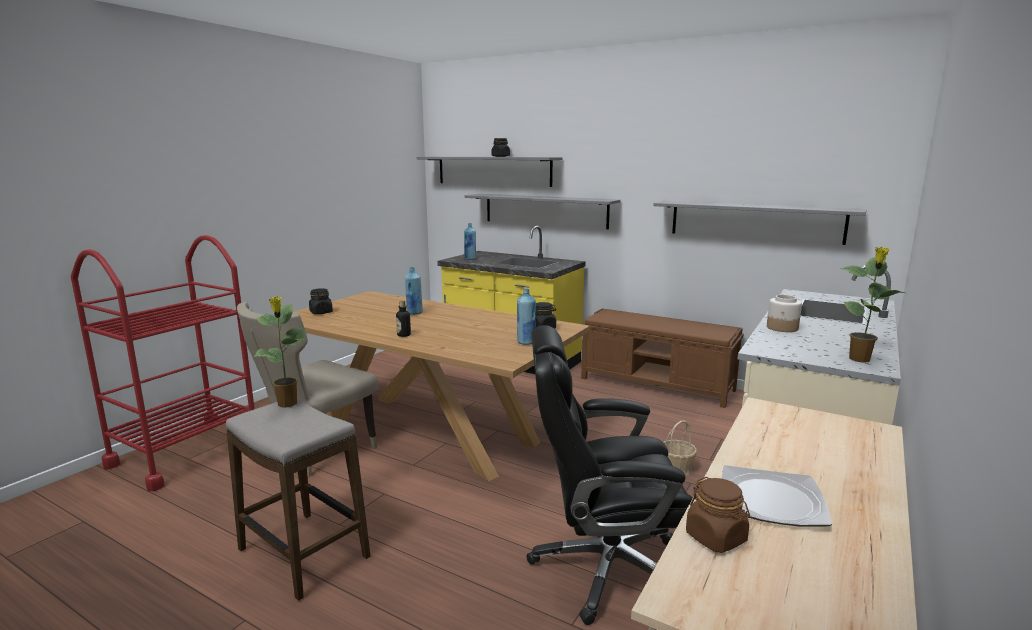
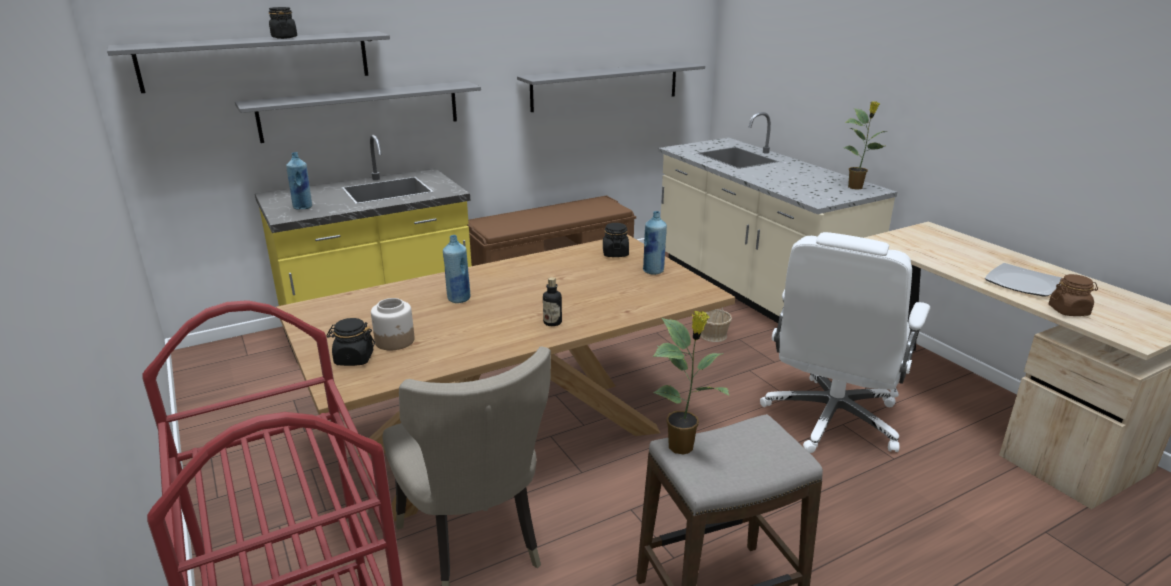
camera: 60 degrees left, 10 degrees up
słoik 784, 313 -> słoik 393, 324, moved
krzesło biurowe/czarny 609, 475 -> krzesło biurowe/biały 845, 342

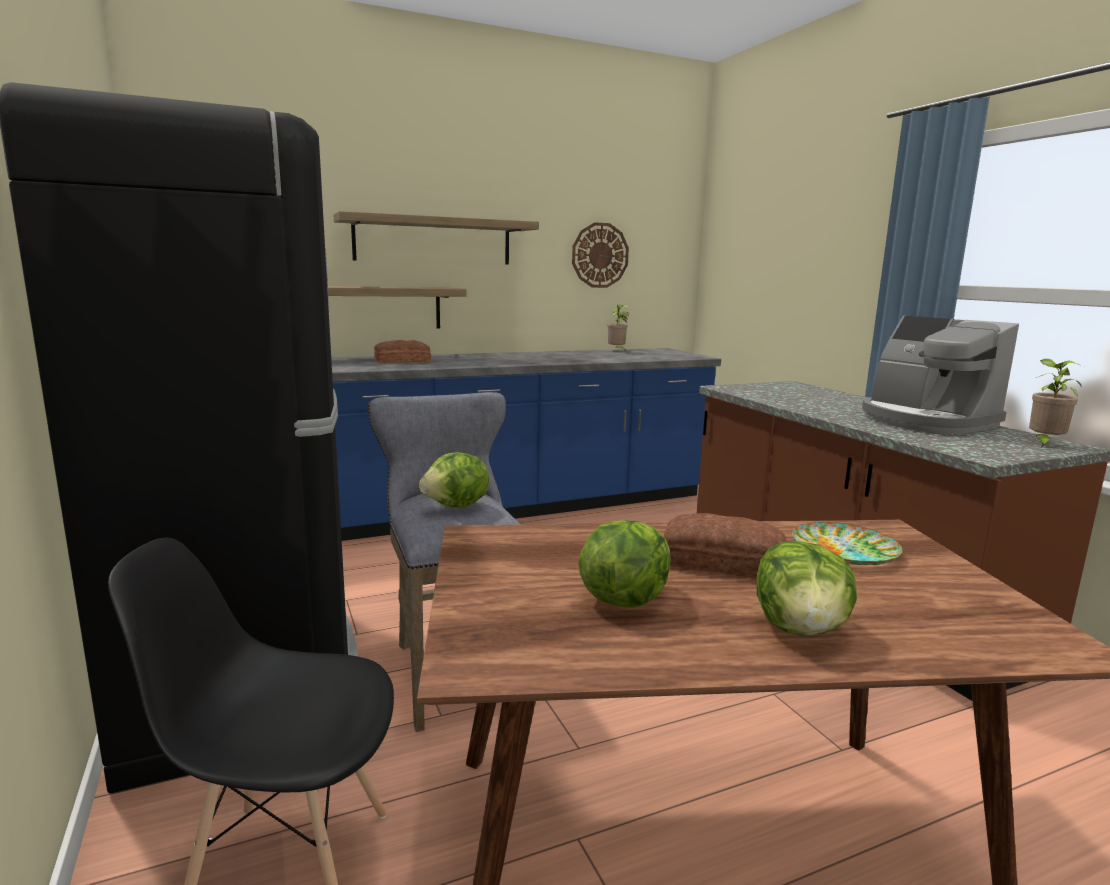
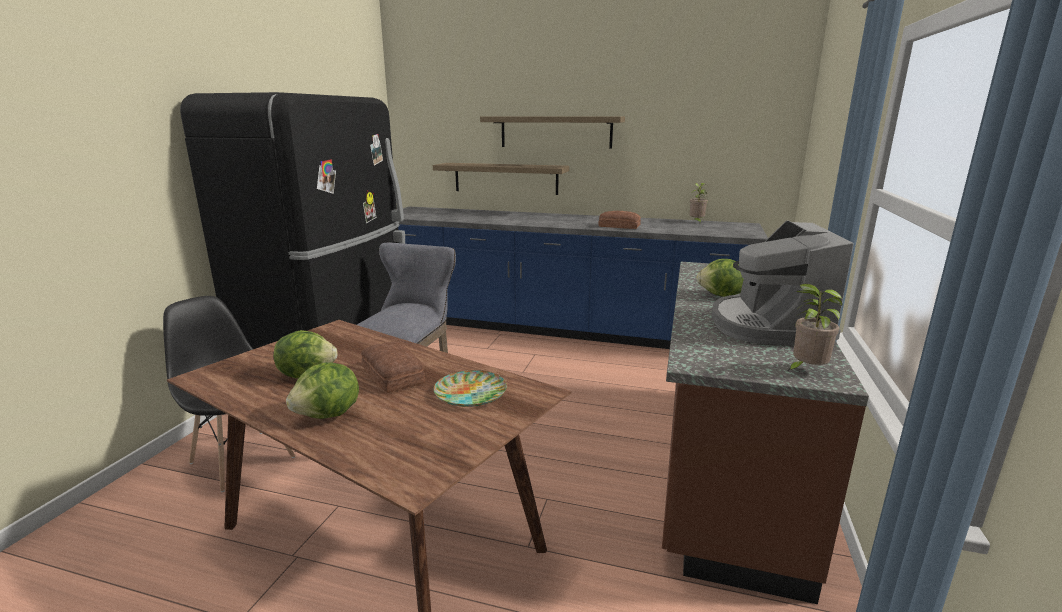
camera: 40 degrees right, 5 degrees up
zegar ścienny 600, 255 -> none
chleb 402, 351 -> chleb 619, 220, moved
sałata 454, 479 -> sałata 720, 278, moved

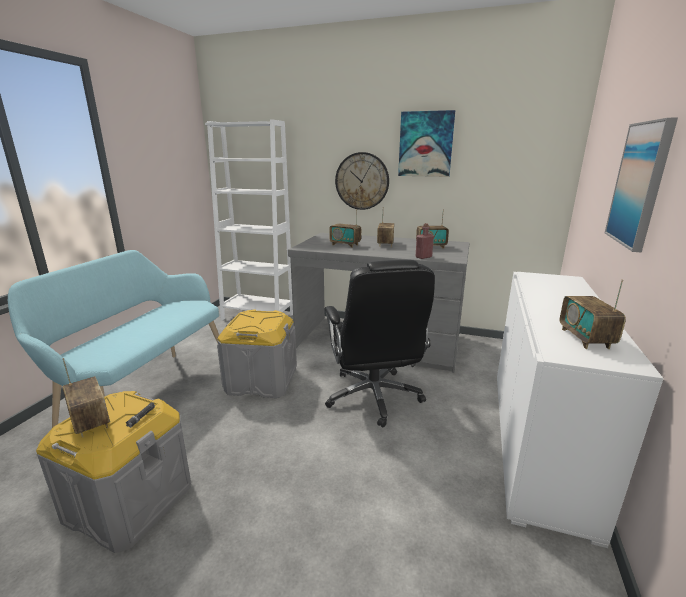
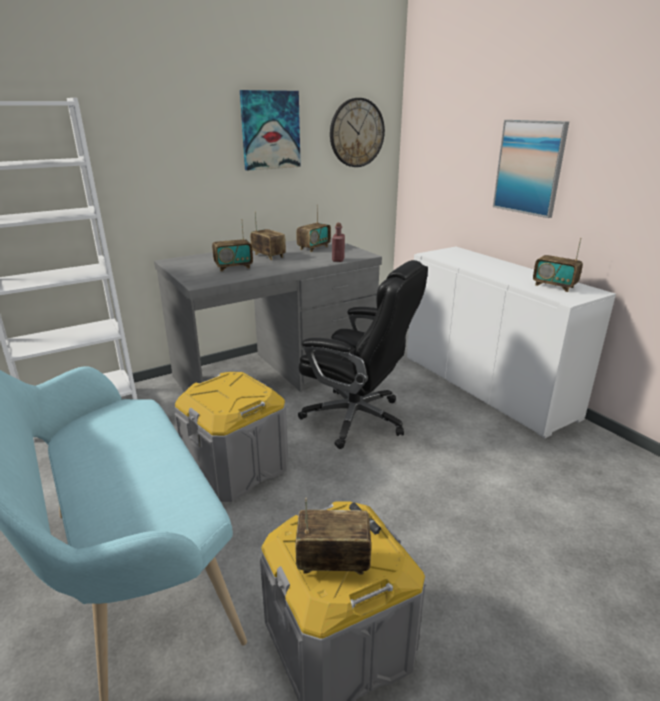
camera: 50 degrees left, 5 degrees up
zegar ścienny 362, 181 -> zegar ścienny 357, 132, moved

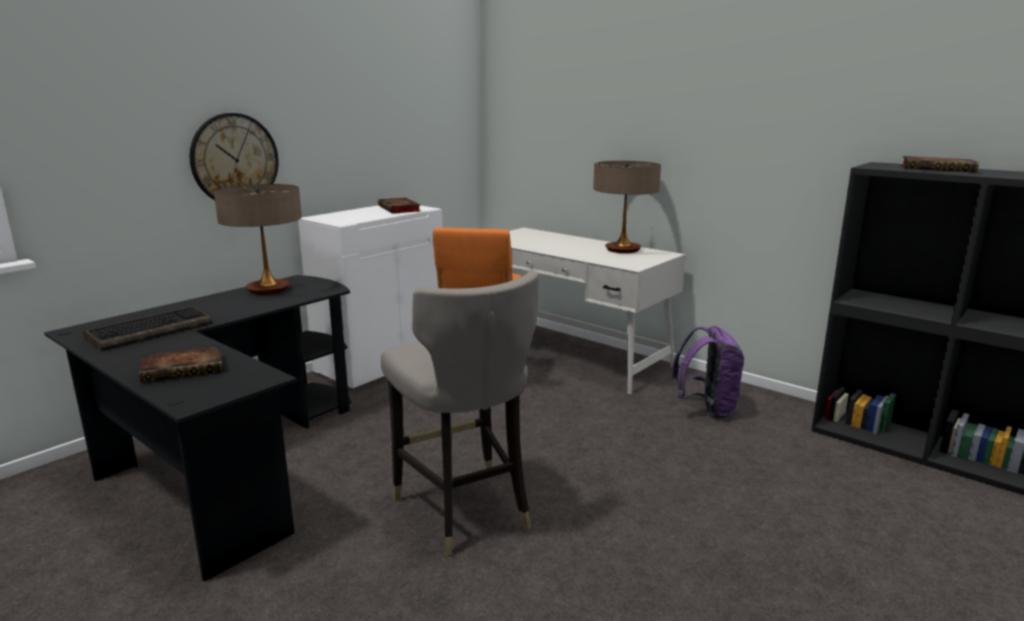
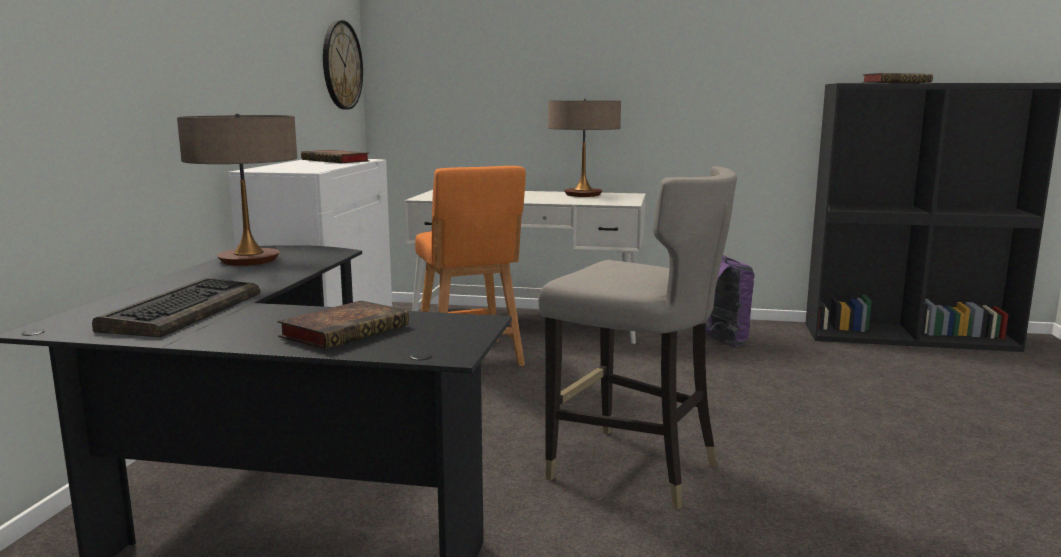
camera: 30 degrees left, 5 degrees down
zegar ścienny 234, 156 -> zegar ścienny 343, 65, moved

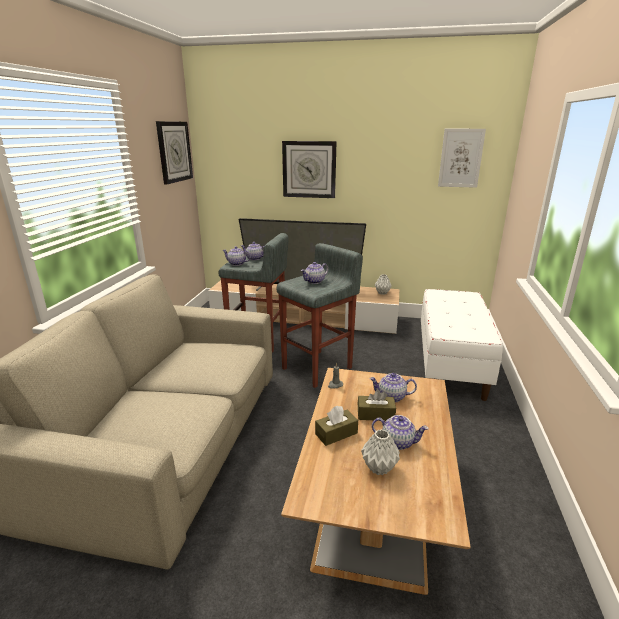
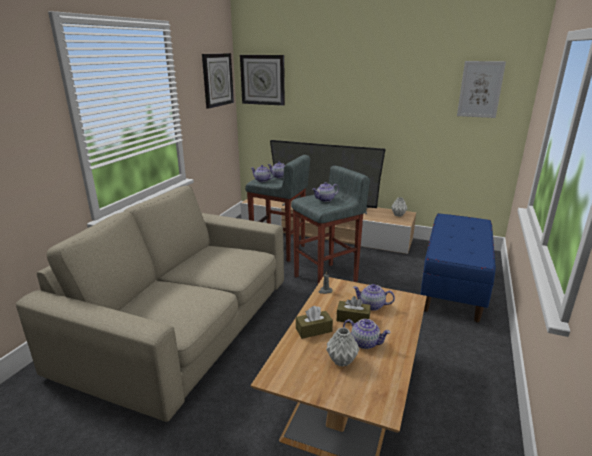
camera: 10 degrees right, 0 degrees up
zegar ścienny 309, 169 -> zegar ścienny 262, 80, moved
ławka/biały 462, 345 -> ławka/niebieski 458, 267

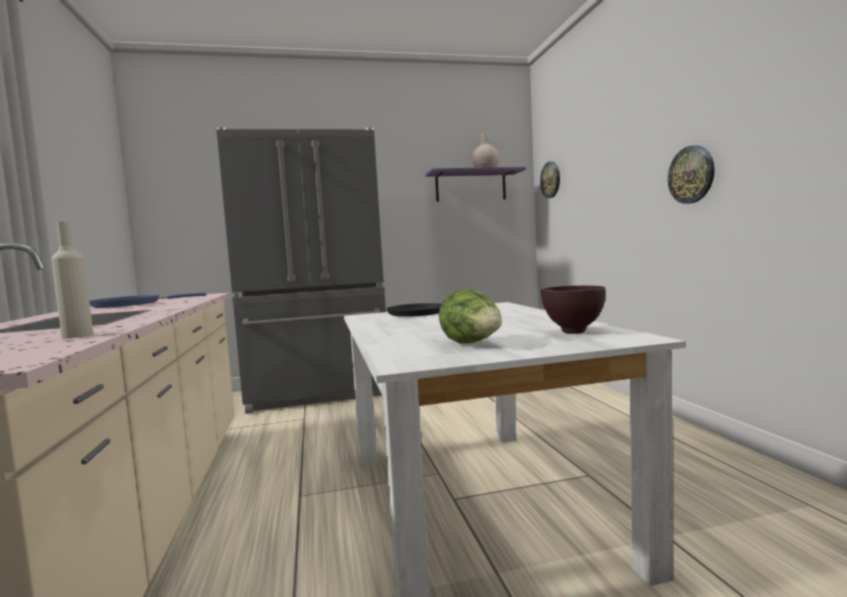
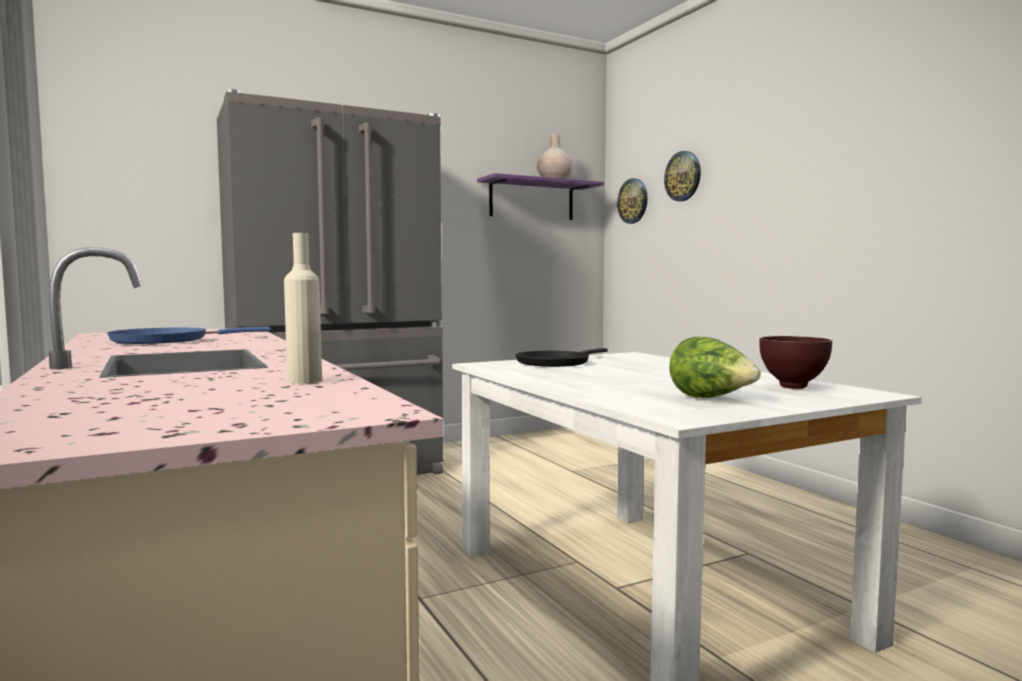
camera: 15 degrees left, 0 degrees up
zegar ścienny 691, 175 -> zegar ścienny 682, 176, moved

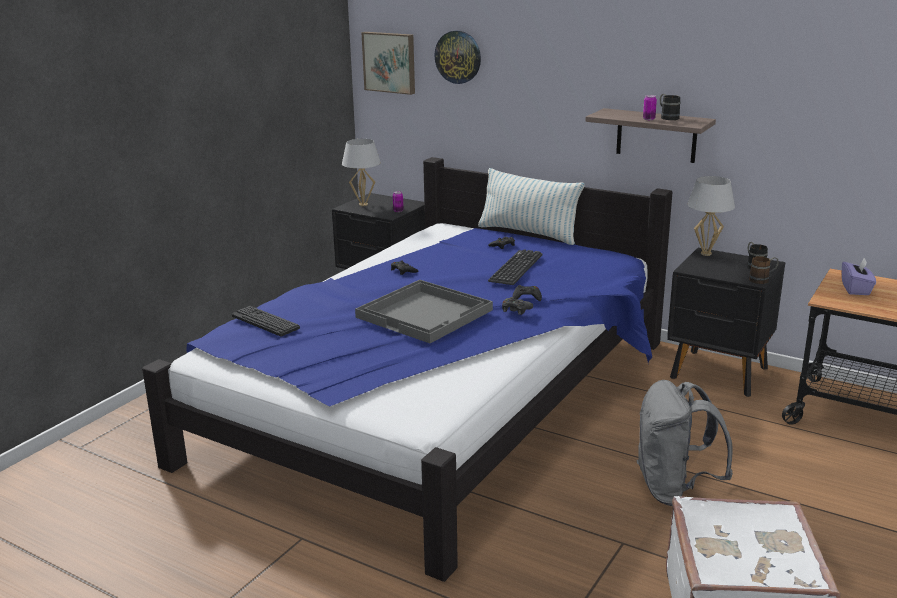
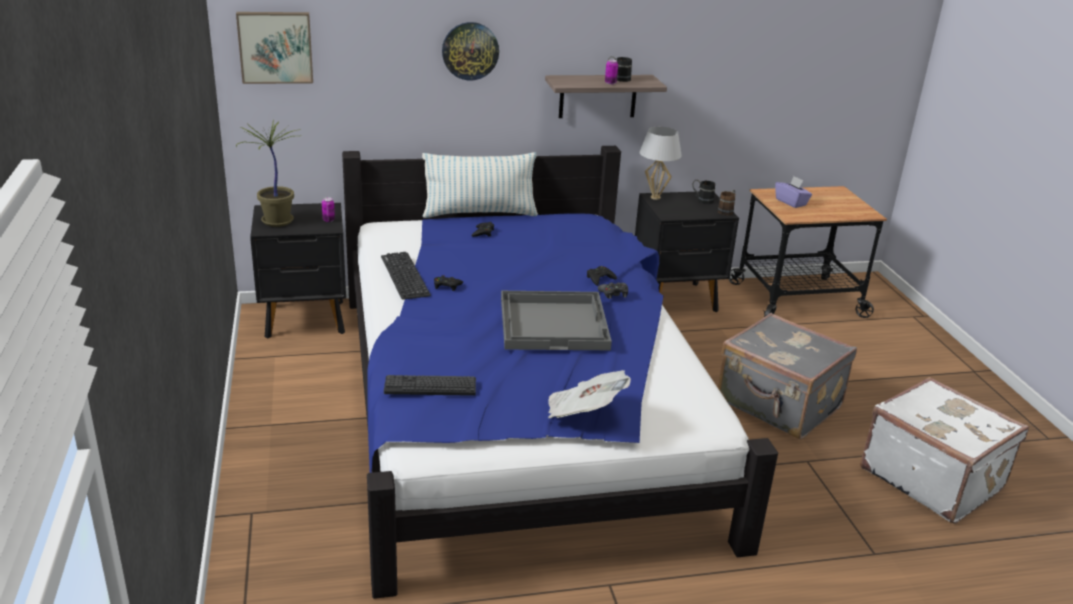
camera: 45 degrees left, 5 degrees up
none -> gazeta 589, 394
zegar ścienny 457, 57 -> zegar ścienny 470, 51, moved
klawiatura 515, 267 -> klawiatura 406, 276, moved
lampa stołowa/biały 361, 172 -> roślina doniczkowa 268, 173
plecak/szary 685, 443 -> walizka/szary 787, 376

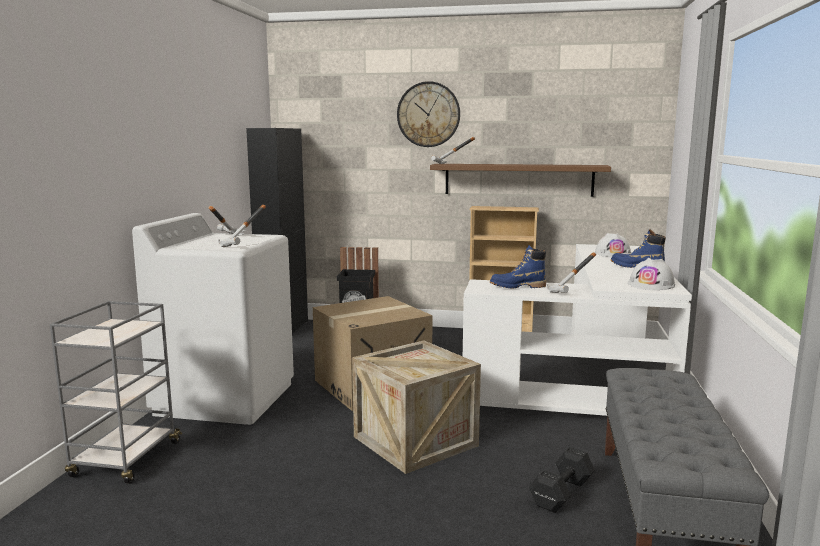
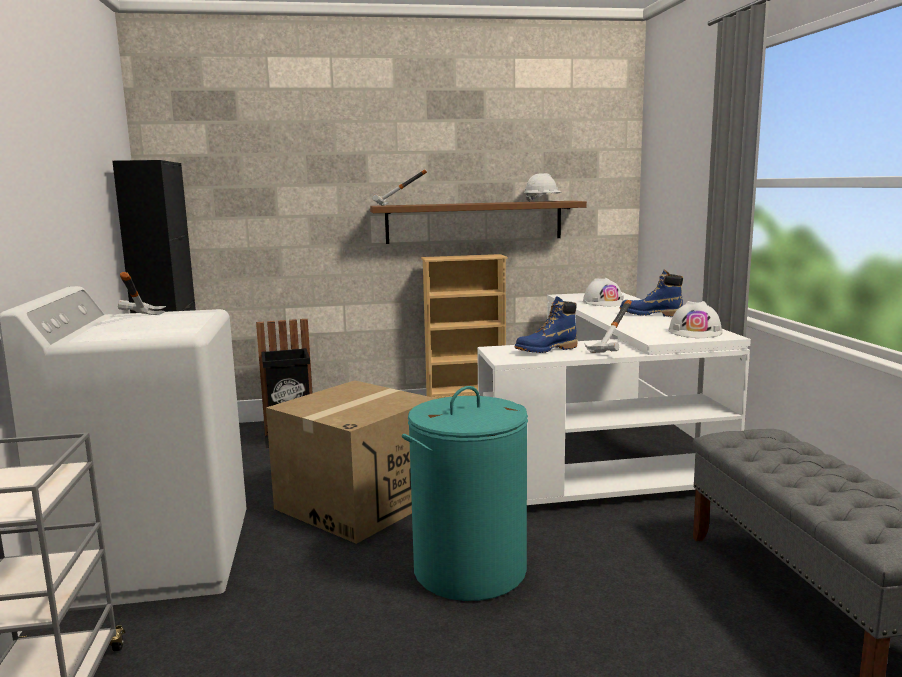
camera: 20 degrees left, 0 degrees up
młotek 242, 226 -> none
zegar ścienny 428, 114 -> none
hantel/czarny 562, 480 -> none
none -> kask/biały 543, 187
skrzynka 416, 407 -> kosz na pranie/turkusowy 465, 493

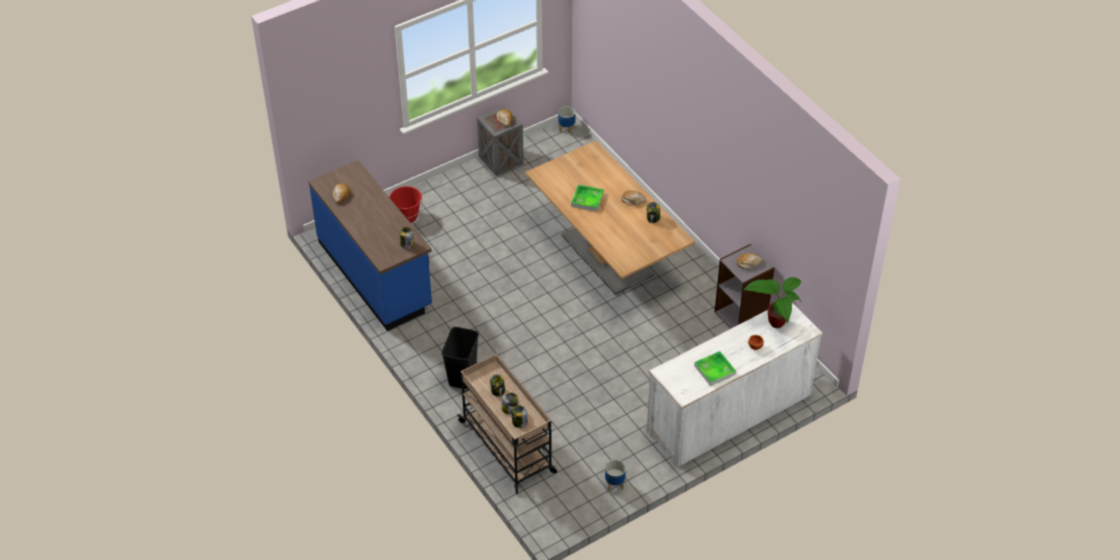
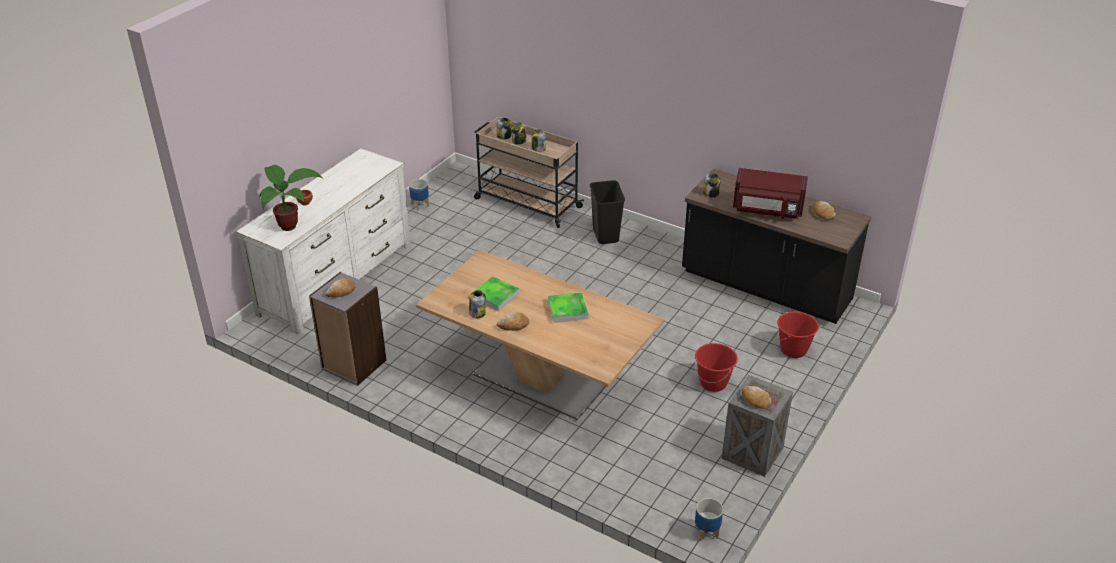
camera: 155 degrees right, 10 degrees down
none -> wiadro/czerwony 716, 367
none -> mikrofalówka/czerwony 770, 193
taca 715, 368 -> taca 496, 294, moved
zabudowa kuchenna/niebieski 370, 245 -> zabudowa kuchenna/czarny 776, 246

